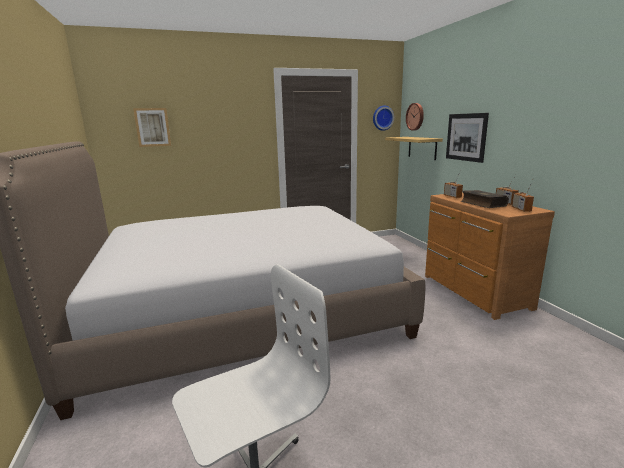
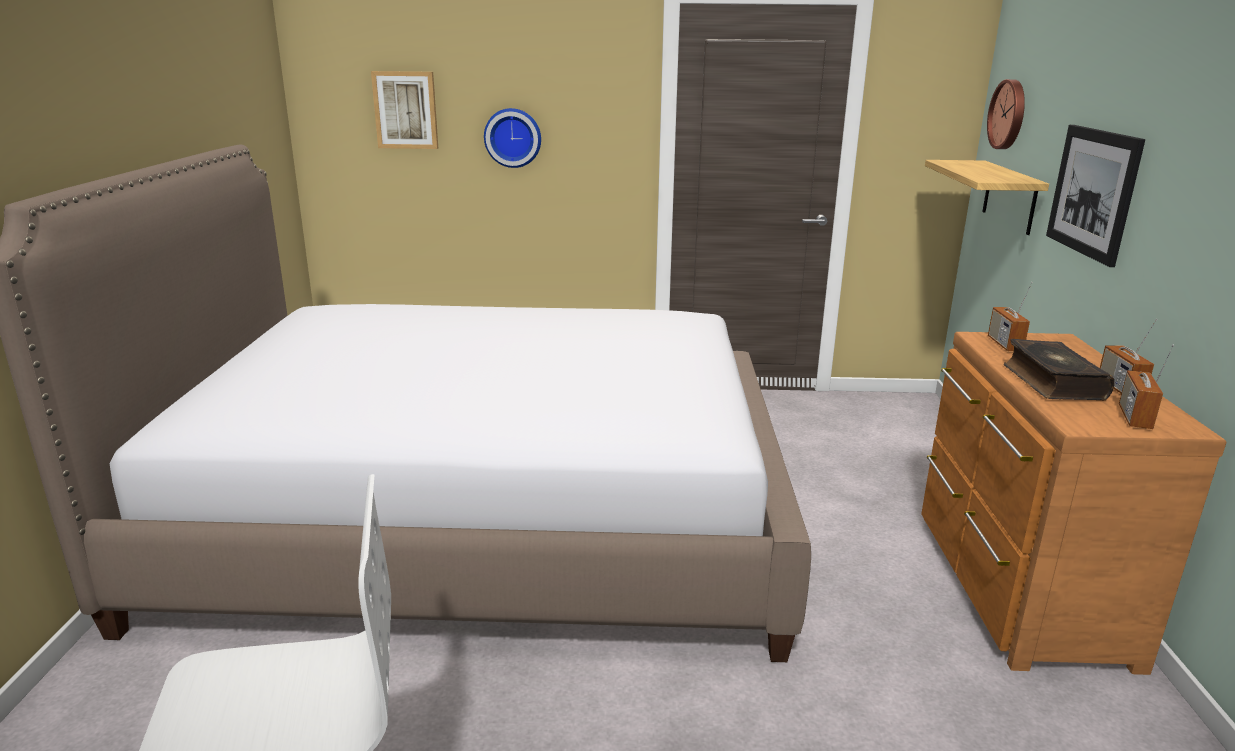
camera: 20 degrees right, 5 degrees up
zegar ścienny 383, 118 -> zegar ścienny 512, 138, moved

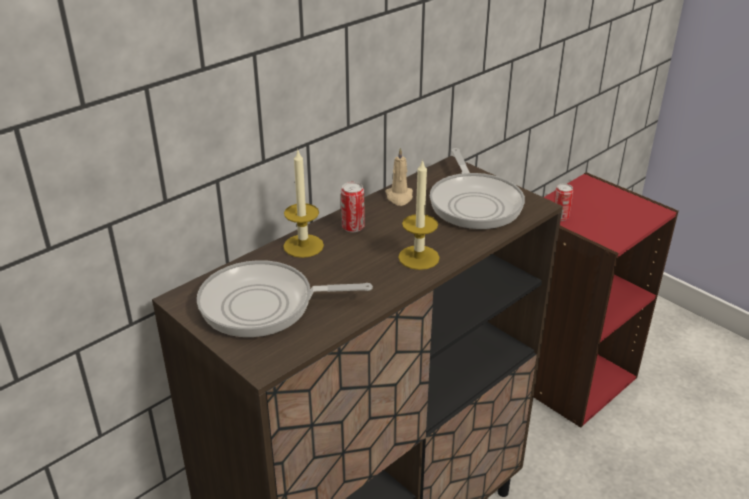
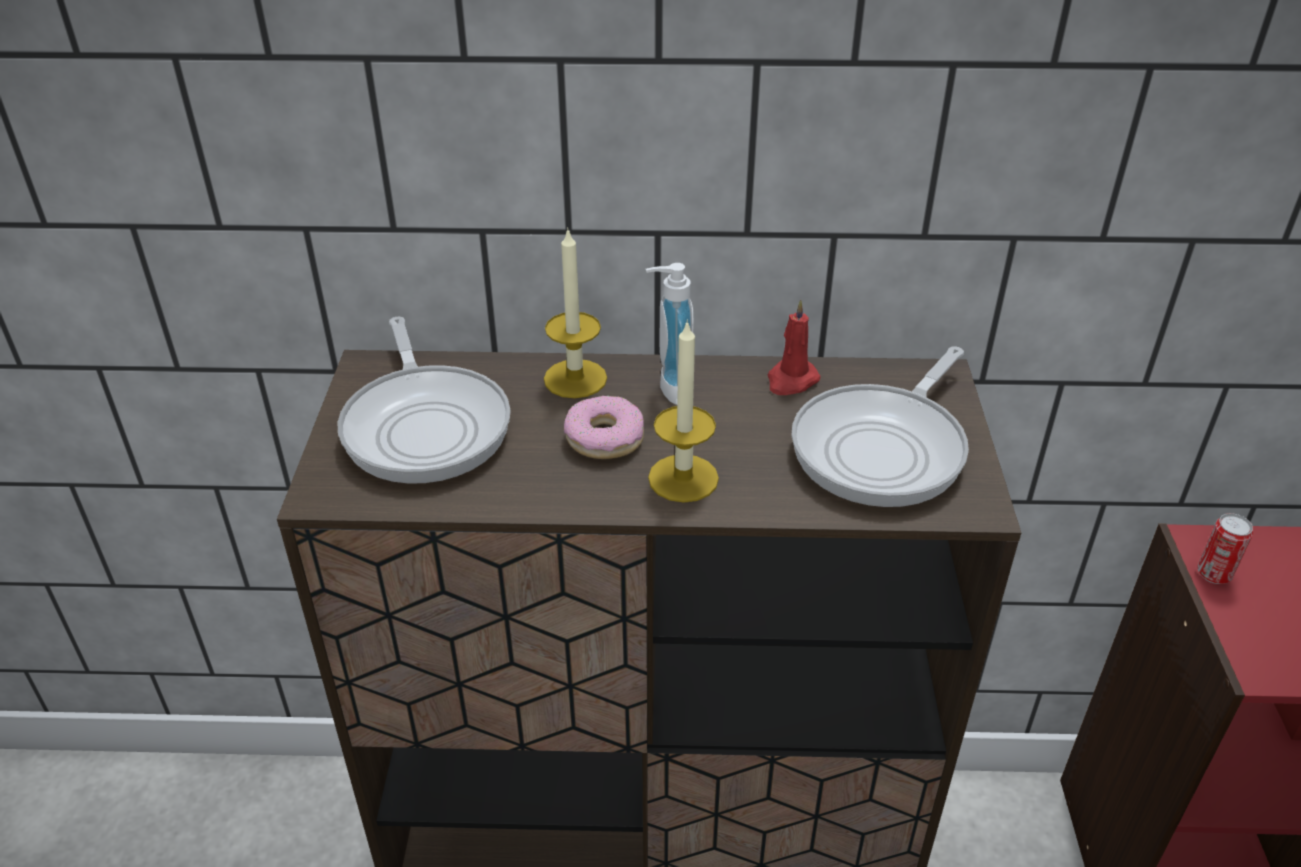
camera: 45 degrees right, 5 degrees up
none -> donut 604, 427
puszka 353, 207 -> dozownik mydła 670, 334
świeca/beżowy 399, 176 -> świeca/czerwony 794, 347
patelnia 285, 298 -> patelnia 424, 400, 150 degrees counterclockwise

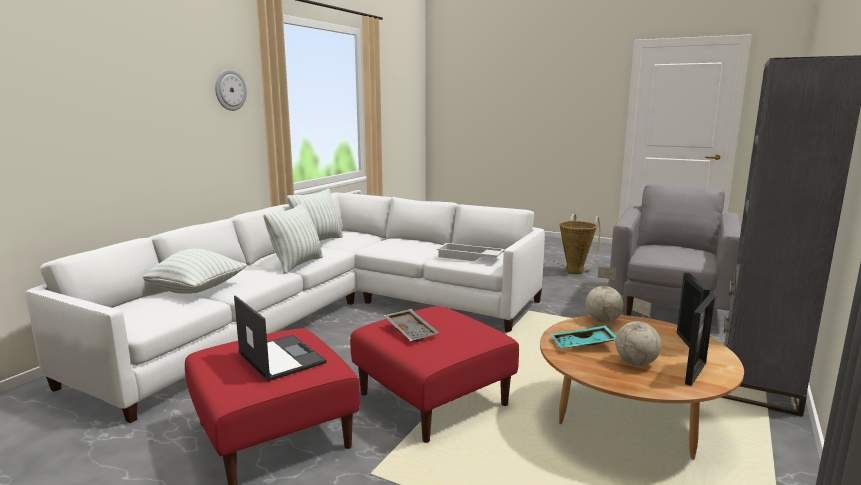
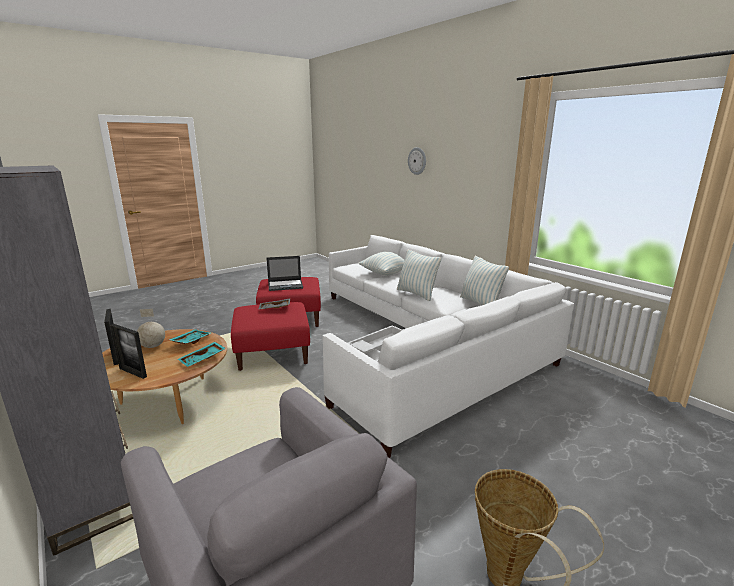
camera: 115 degrees right, 5 degrees up
zegar ścienny 231, 90 -> zegar ścienny 417, 161, moved
globus 604, 295 -> taca/turkusowy 202, 354

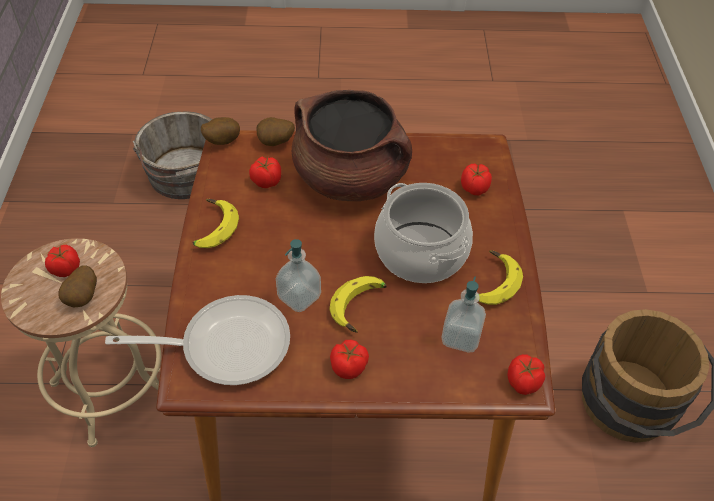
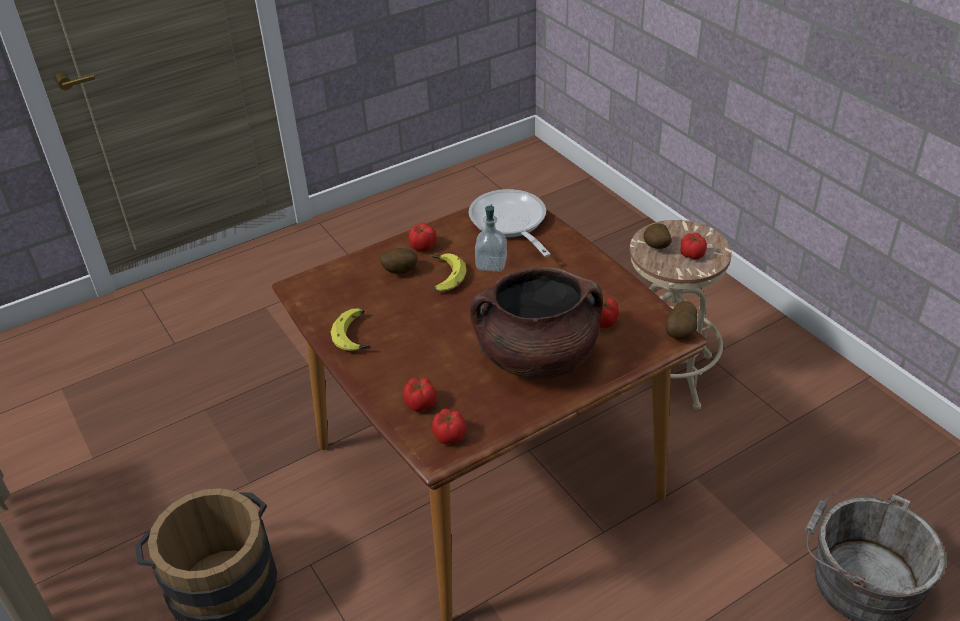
camera: 150 degrees right, 10 degrees down
banan 215, 223 -> none
garnek 423, 233 -> none
dozownik mydła 463, 314 -> none
ziemniak 275, 131 -> ziemniak 398, 261, moved
pomidor 526, 374 -> pomidor 449, 426, moved
patelnia 197, 340 -> patelnia 509, 223, 105 degrees clockwise

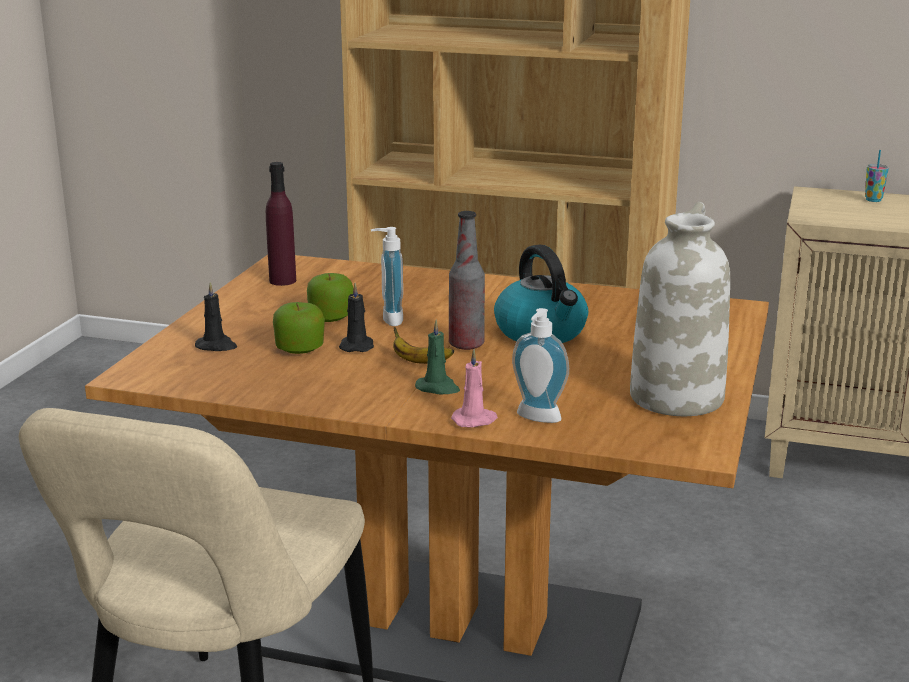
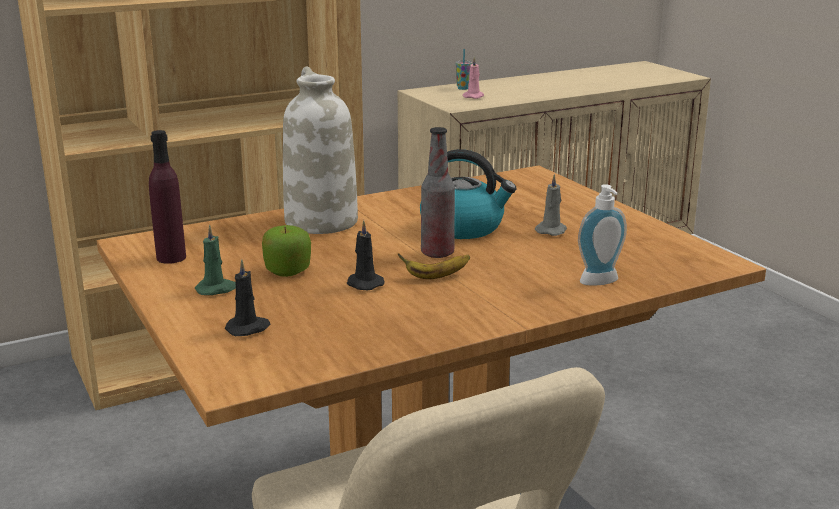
camera: 45 degrees left, 0 degrees up
jabłko 299, 328 -> none
dozownik mydła 387, 276 -> none
none -> świeca/szary 551, 205
świeca/zielony 437, 356 -> świeca/zielony 215, 260, moved
świeca/różowy 474, 388 -> świeca/różowy 473, 77, moved
wazon/biały 680, 309 -> wazon/biały 320, 150, moved

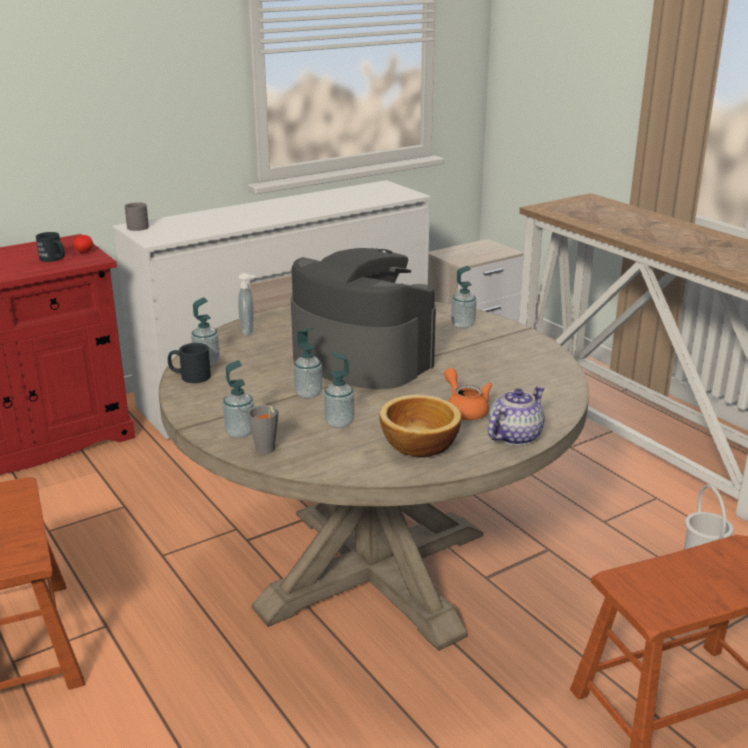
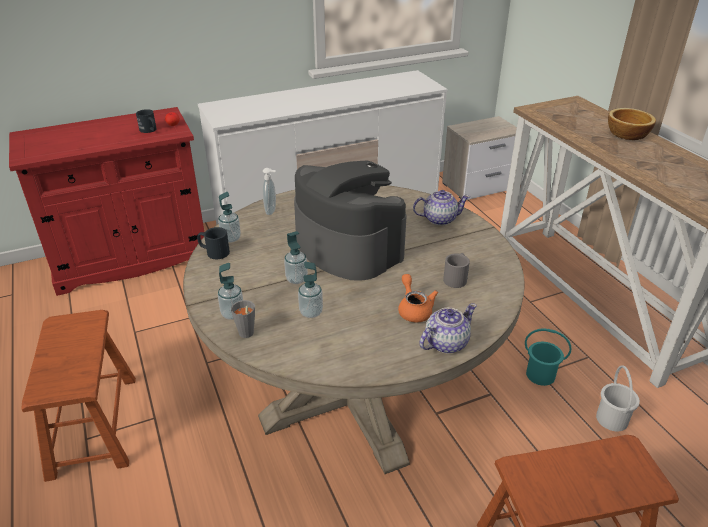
camera: 10 degrees right, 10 degrees up
none -> wiadro/turkusowy 548, 357
kubek/szary 137, 216 -> kubek/szary 456, 270, moved
miska 420, 426 -> miska 632, 124, moved
dozownik mydła 464, 297 -> imbryk 441, 208

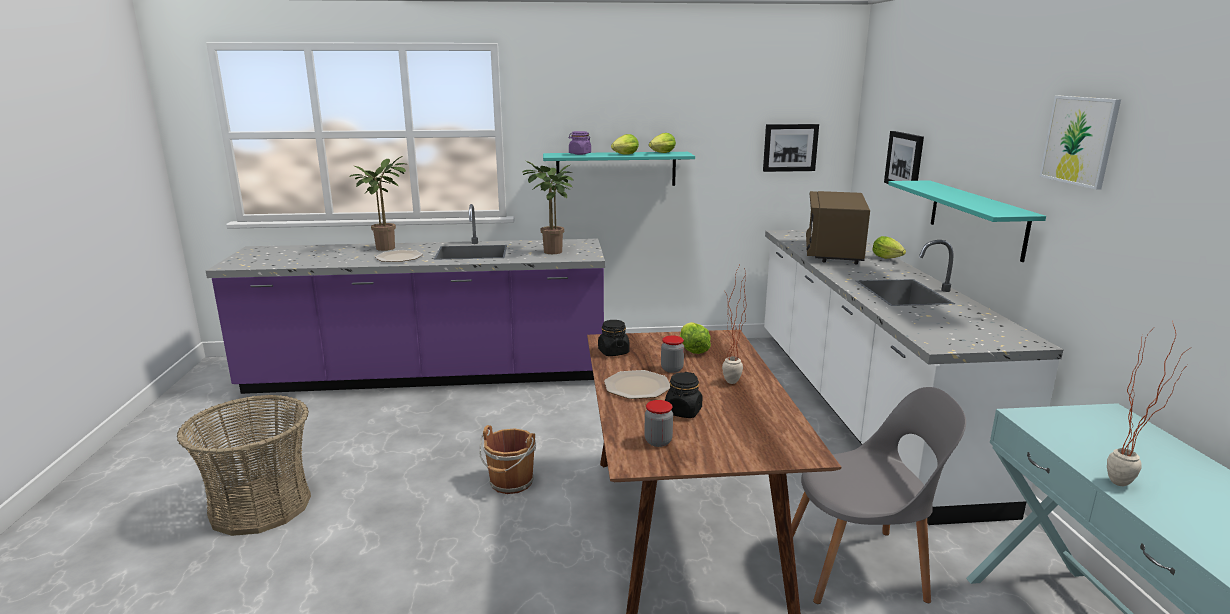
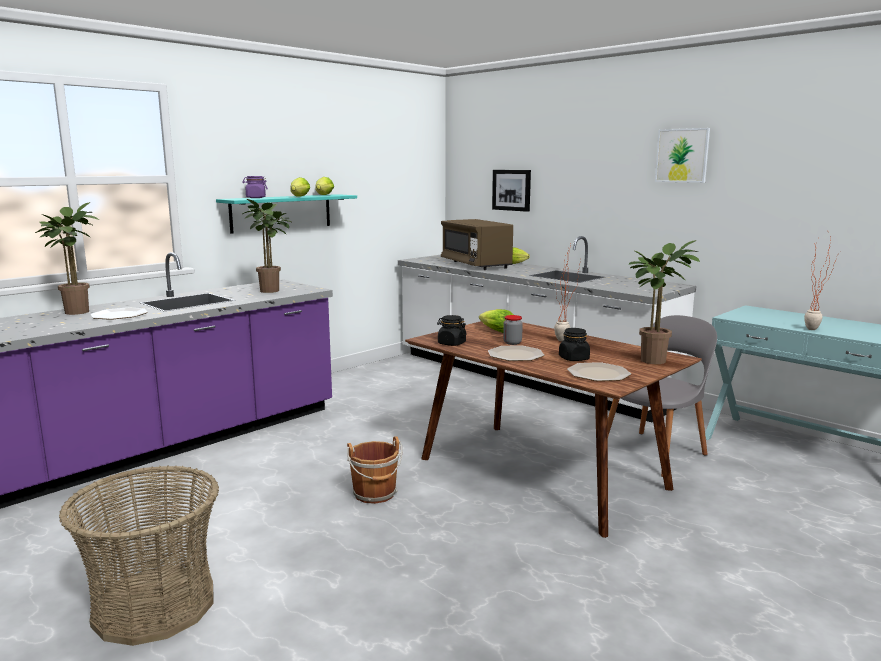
camera: 40 degrees left, 5 degrees down
obraz 791, 148 -> none
półka/turkusowy 967, 221 -> none
none -> roślina doniczkowa 664, 302
słoik 658, 423 -> talerz 599, 371

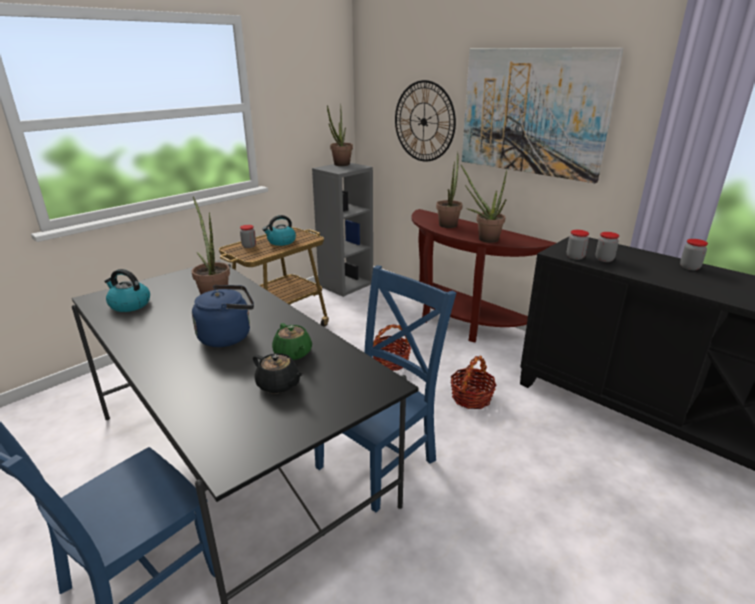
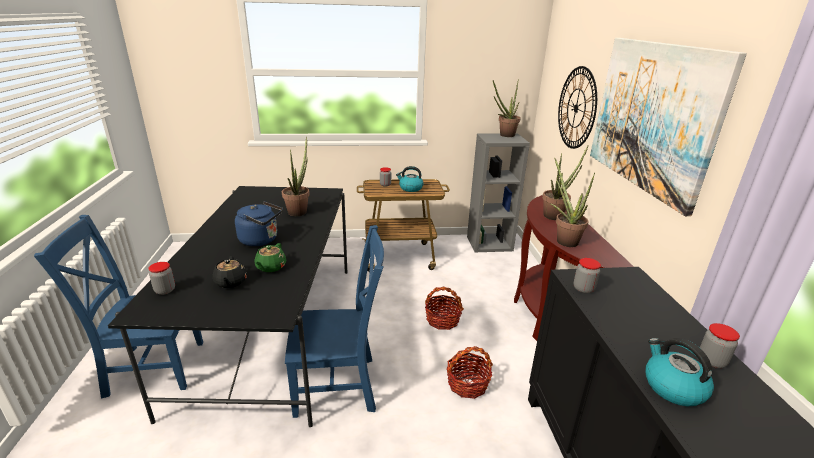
camera: 40 degrees right, 0 degrees up
czajnik 127, 290 -> czajnik 680, 372, moved
słoik 607, 247 -> słoik 161, 278, moved

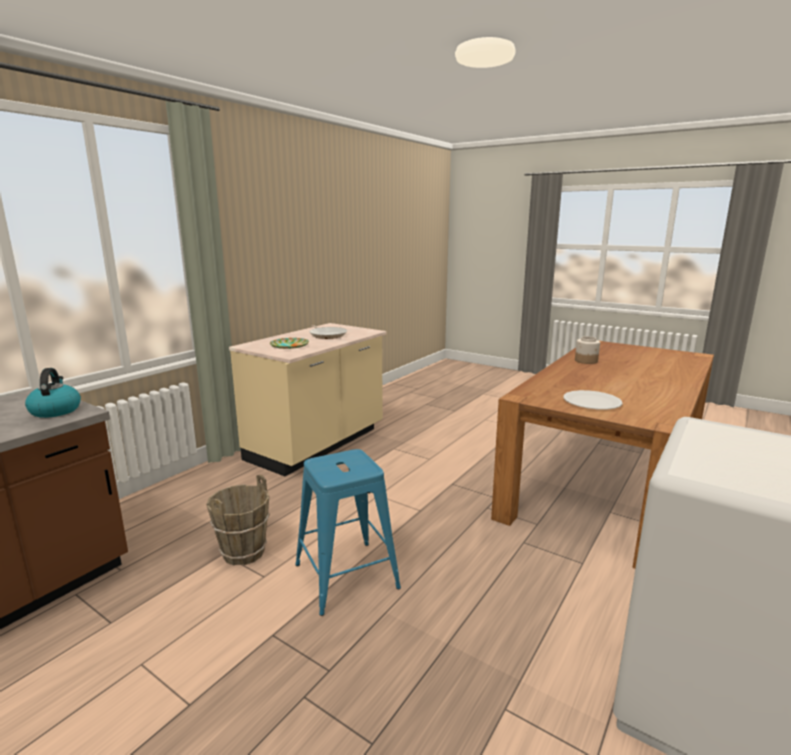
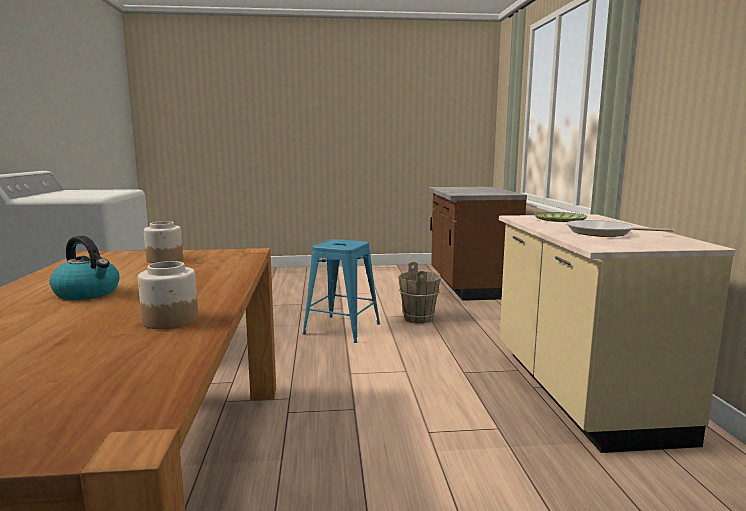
camera: 140 degrees right, 5 degrees down
czajnik 53, 393 -> czajnik 85, 268, moved
talerz/biały 592, 400 -> słoik 163, 242

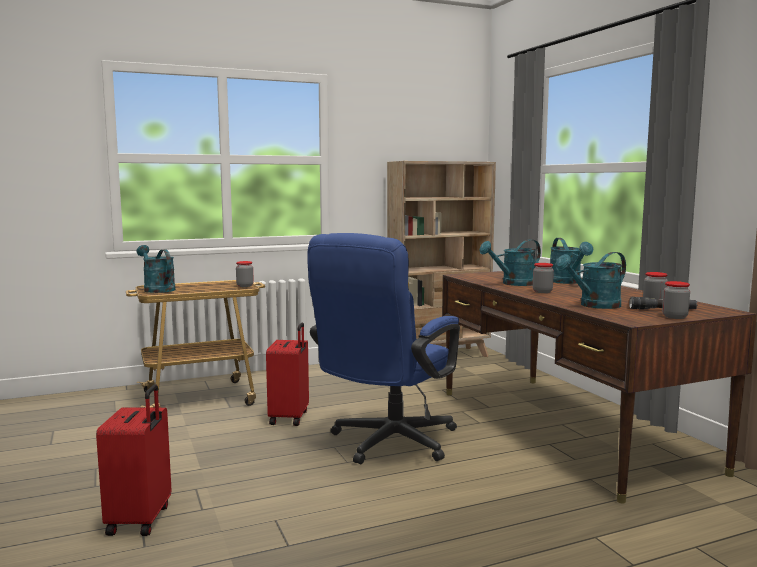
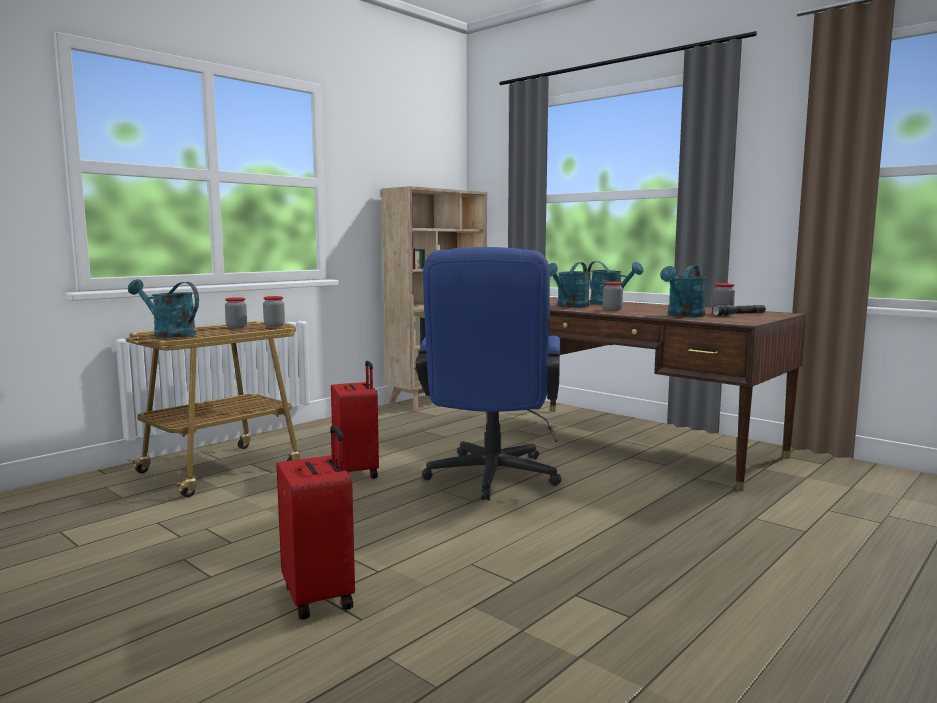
camera: 25 degrees left, 0 degrees up
słoik 676, 300 -> słoik 236, 312, moved

